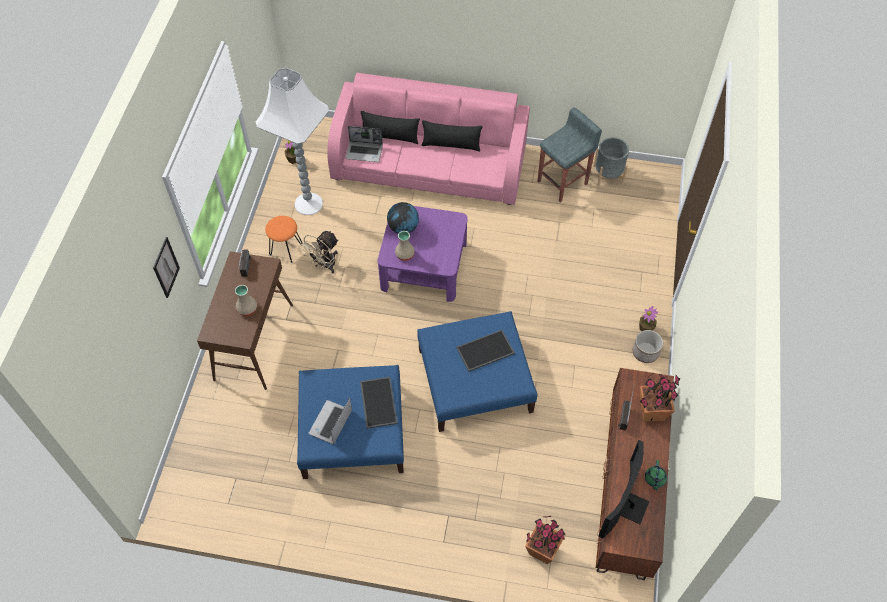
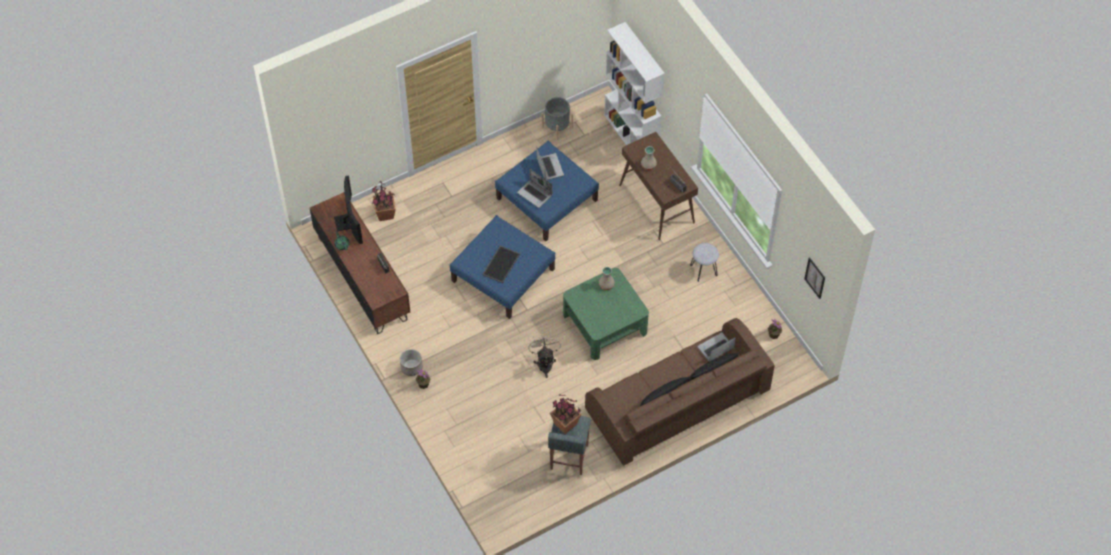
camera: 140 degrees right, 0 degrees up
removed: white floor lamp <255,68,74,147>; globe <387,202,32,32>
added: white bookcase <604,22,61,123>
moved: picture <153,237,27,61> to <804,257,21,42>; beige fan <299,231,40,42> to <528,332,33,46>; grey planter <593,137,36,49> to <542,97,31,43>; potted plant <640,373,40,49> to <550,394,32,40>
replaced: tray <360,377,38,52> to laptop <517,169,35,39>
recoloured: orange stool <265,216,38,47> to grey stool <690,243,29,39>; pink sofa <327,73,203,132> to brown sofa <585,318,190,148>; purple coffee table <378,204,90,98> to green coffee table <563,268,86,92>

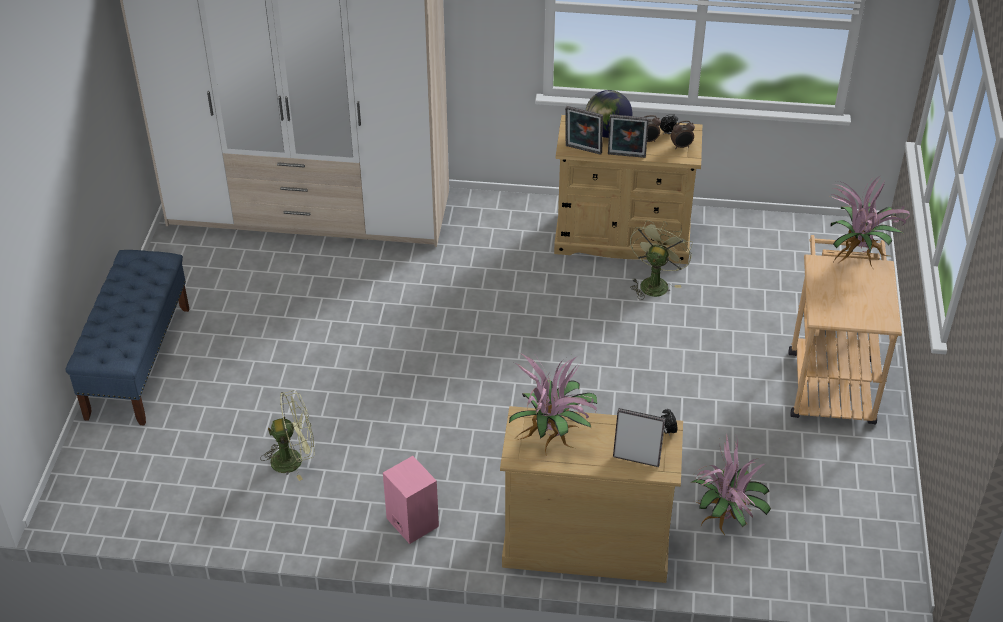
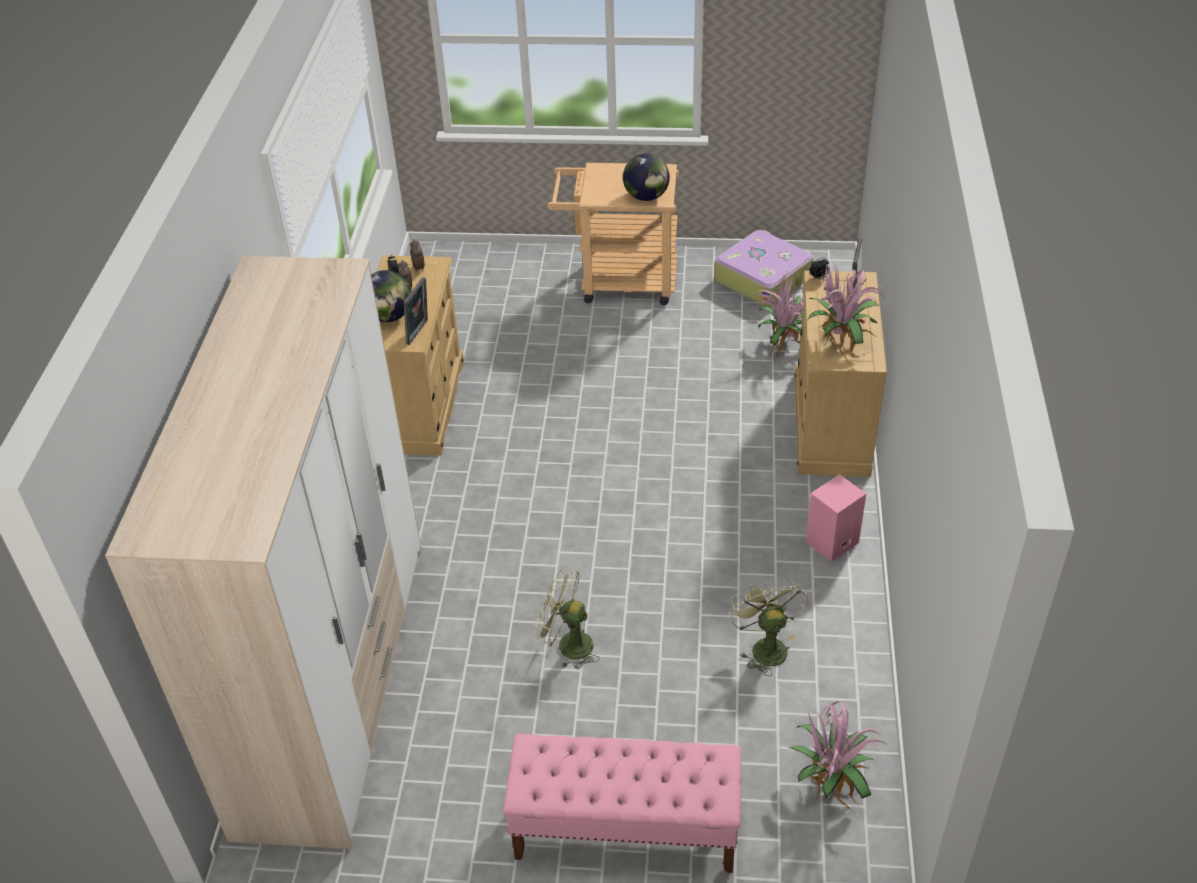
camera: 90 degrees left, 0 degrees up
removed: picture frame <608,114,41,44>
added: globe <623,153,47,48>; suitcase <714,230,99,77>
moved: green fan <630,220,63,80> to <535,569,65,101>; potted plant <830,176,80,91> to <789,702,97,109>
recoloured: blue bench <66,250,123,176> to pink bench <503,734,238,139>

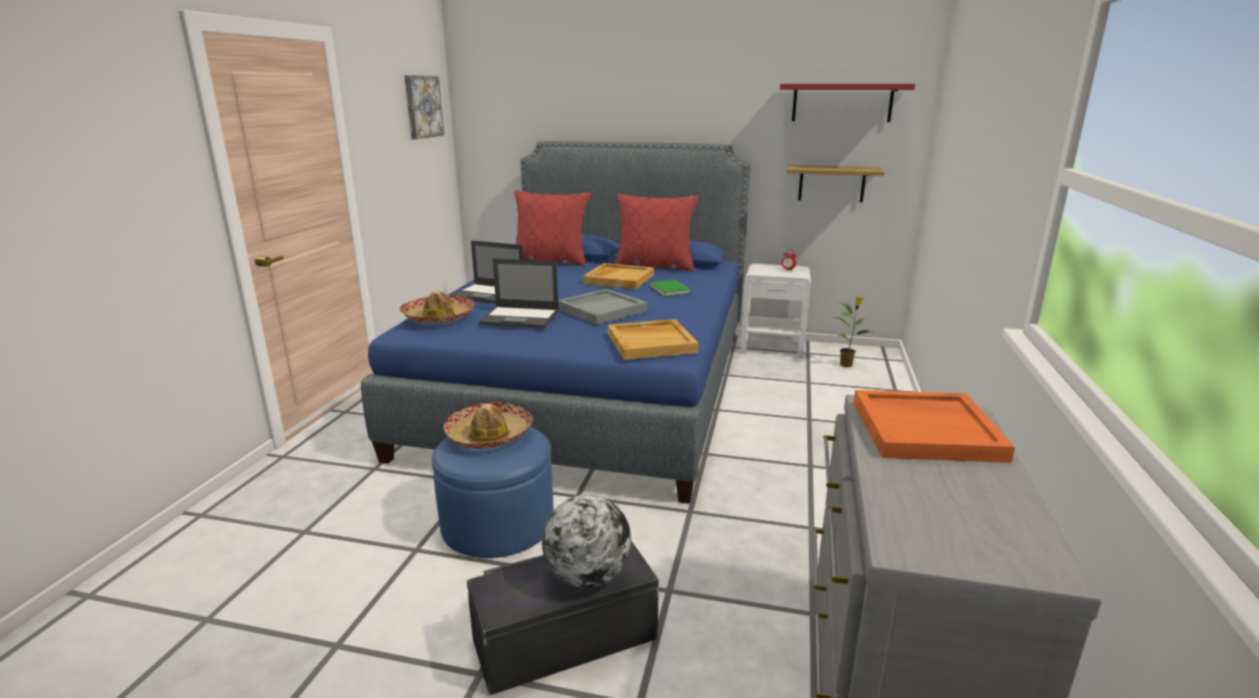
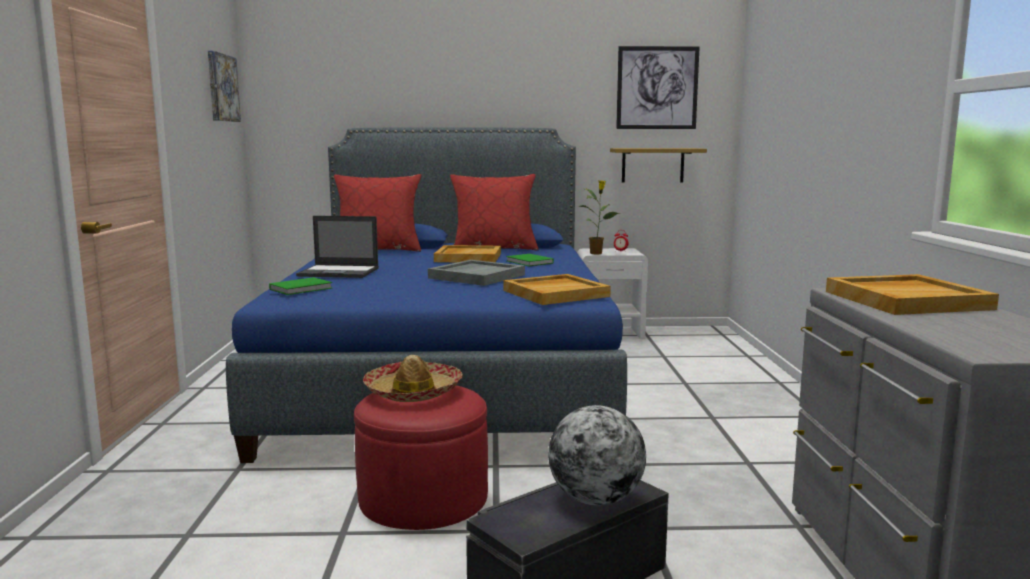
camera: 15 degrees left, 10 degrees down
removed: laptop <479,258,80,71>
moved: potted plant <834,296,41,71> to <578,180,43,74>
replaced: hat <400,290,75,34> to green book <269,277,63,18>; red shelf <780,84,135,38> to picture <616,46,84,83>
recoloured: blue ottoman <432,427,122,131> to red ottoman <354,385,134,145>; orange tray <854,390,161,73> to beige tray <826,274,173,41>

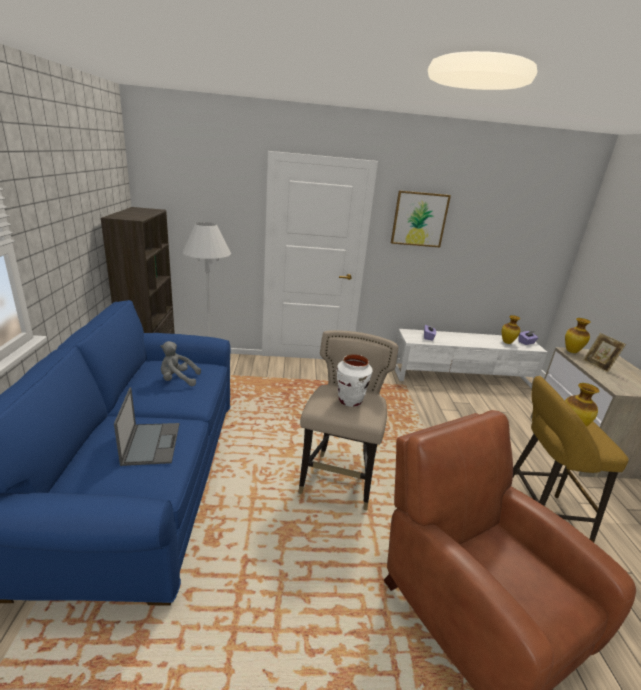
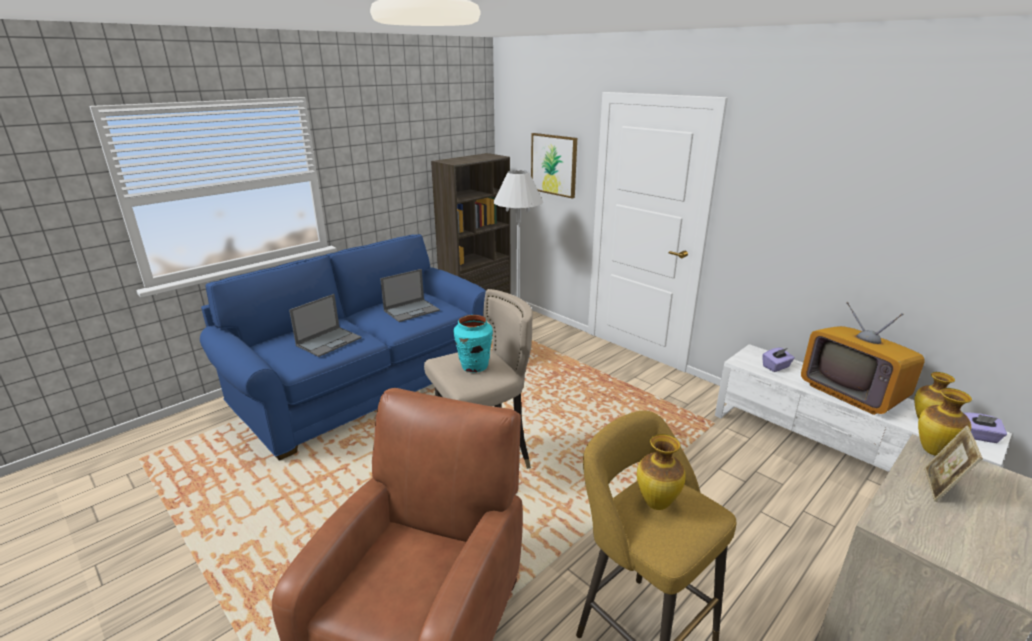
camera: 50 degrees right, 0 degrees up
added: television <801,302,124,113>
moved: picture <391,190,60,57> to <531,133,46,65>
replaced: grey plush toy <160,341,41,45> to laptop <380,269,60,53>
recoloured: white vase <337,354,36,53> to turquoise vase <453,315,40,58>

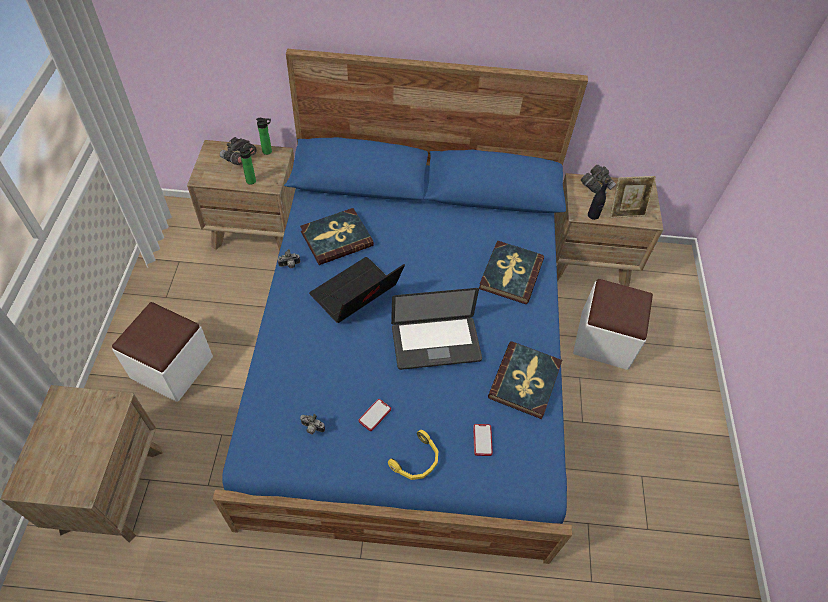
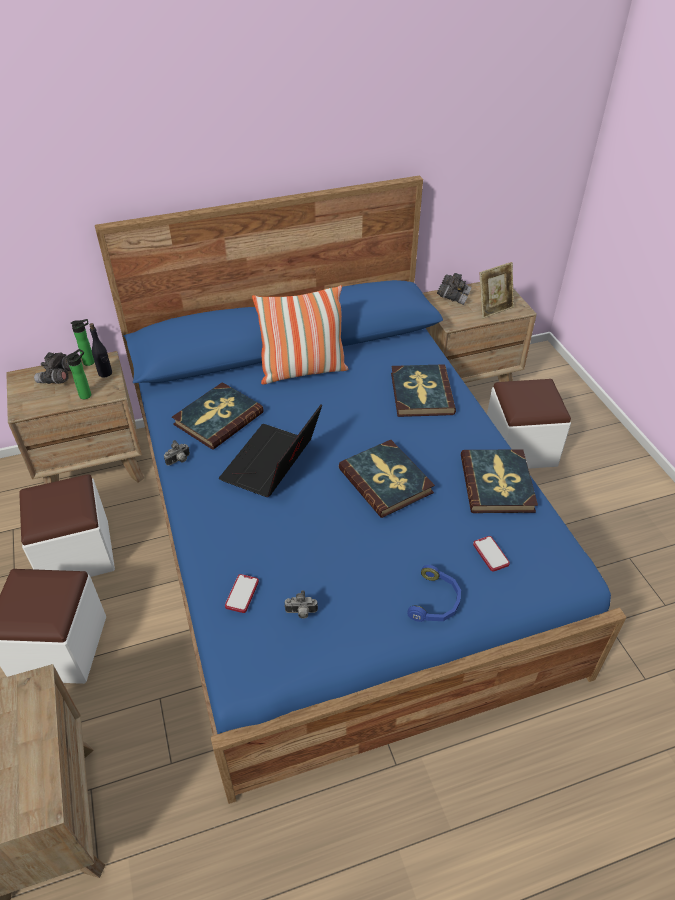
camera: 20 degrees left, 10 degrees down
added: white ottoman <19,474,96,103>; pillow <252,285,96,99>
moved: phone <359,399,32,32> to <225,574,34,39>; black bottle <588,178,21,42> to <89,323,23,54>
replaced: laptop <391,288,91,82> to book <339,440,96,78>
recoloured: yellow headphones <388,430,50,50> to blue headphones <407,565,54,57>

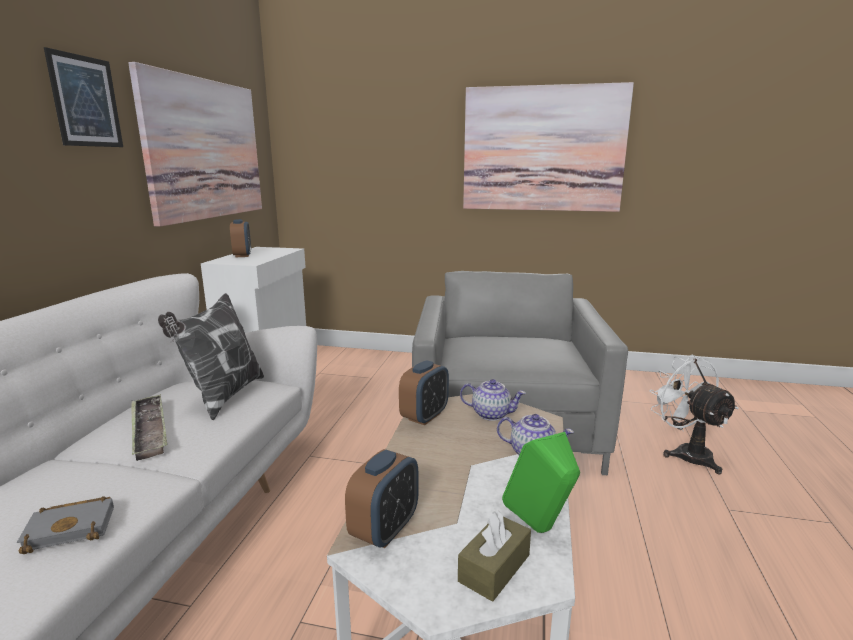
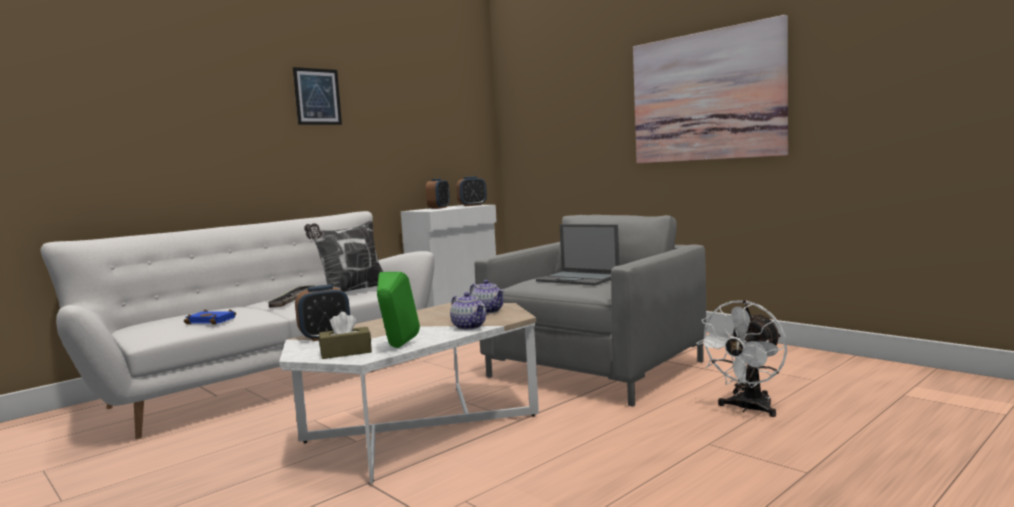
camera: 35 degrees right, 10 degrees down
removed: picture <128,62,134,165>
added: laptop <536,224,83,62>
moved: alarm clock <399,360,50,65> to <456,176,31,30>
recoloured: grey book <17,497,97,57> to blue book <184,309,52,16>
turned: white fan <649,355,90,120> = <696,300,91,117> 150 degrees counterclockwise

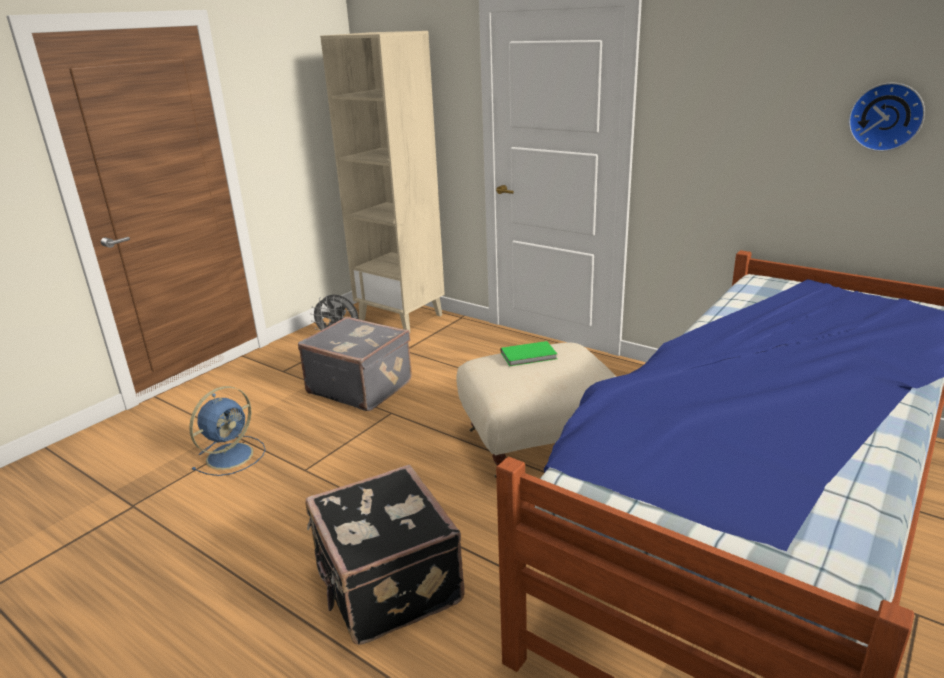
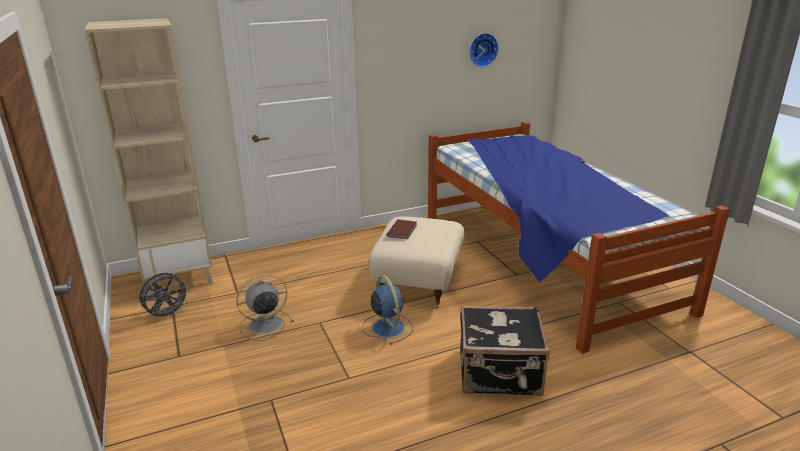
camera: 60 degrees left, 0 degrees up
moved: blue fan <189,386,77,90> to <362,275,51,70>
replaced: grey suitcase <298,316,114,95> to grey fan <236,274,58,67>
recoloured: green book <500,341,57,25> to brown book <387,219,30,20>

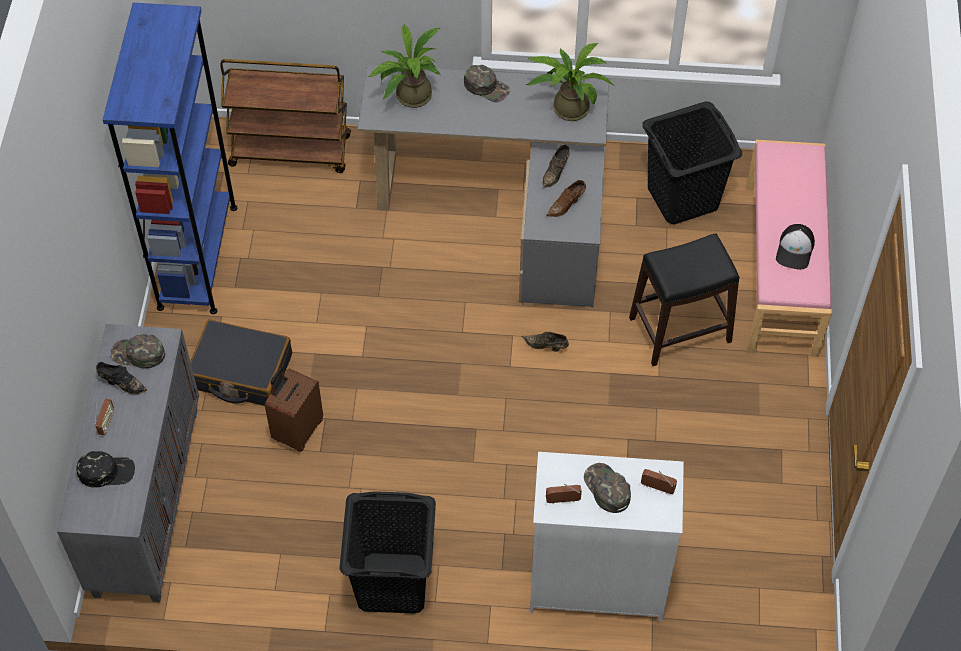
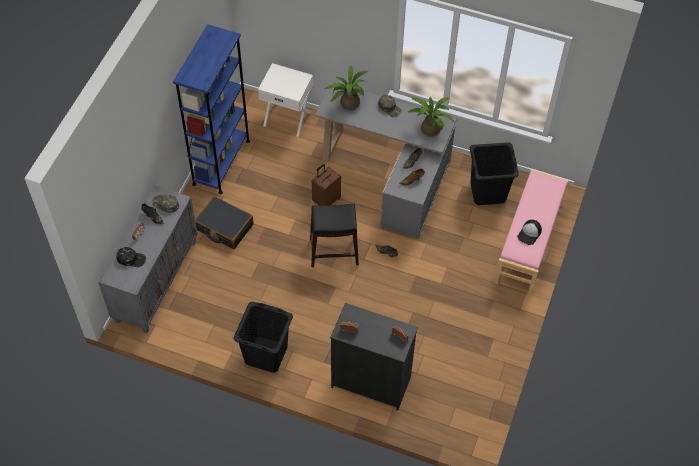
camera: 15 degrees right, 0 degrees up
removed: green cap <584,463,47,50>
moved: brown suitcase <265,367,58,85> to <312,164,29,42>; black stool <629,234,111,132> to <310,204,49,63>
replaced: brown cart <220,59,131,114> to white nightstand <258,63,55,74>
recoloured: white dresser <530,452,154,170> to black dresser <330,303,88,108>

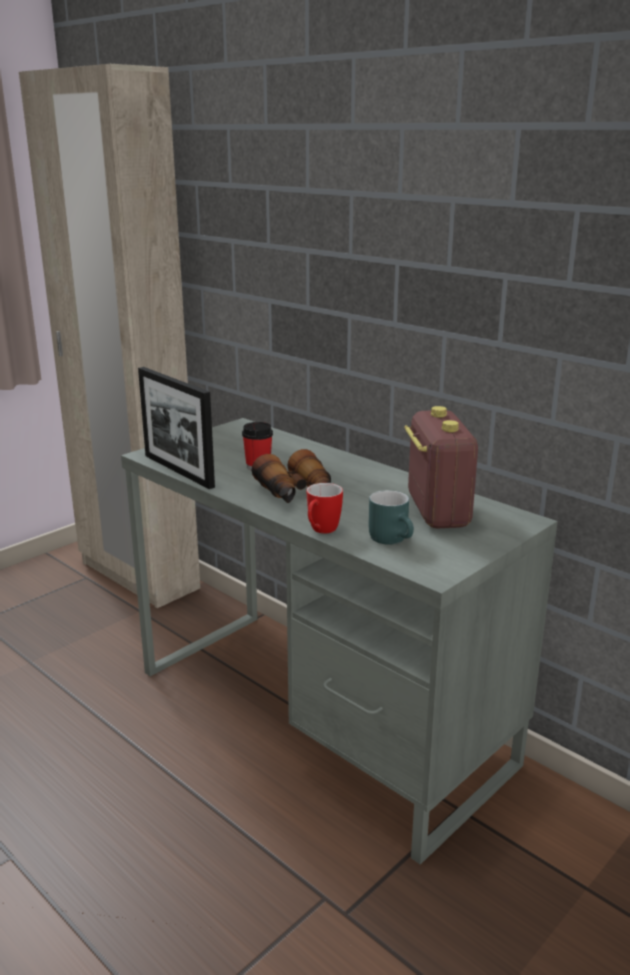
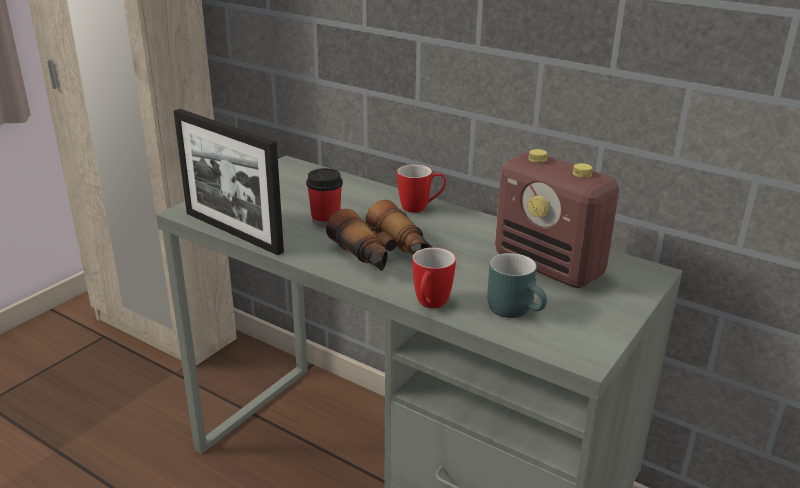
camera: 10 degrees left, 5 degrees up
added: mug <397,164,49,49>
turned: radio <404,406,74,123> = <495,149,124,139> 150 degrees clockwise

